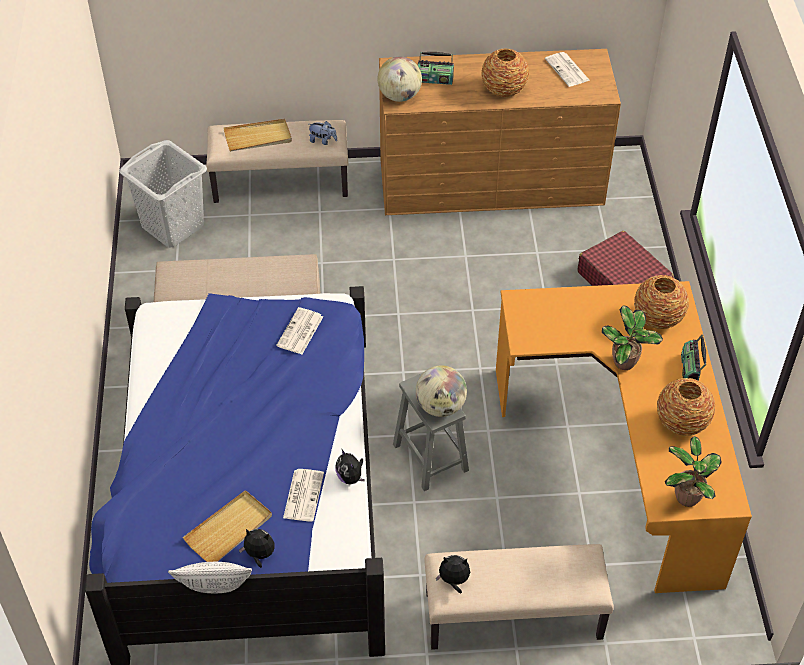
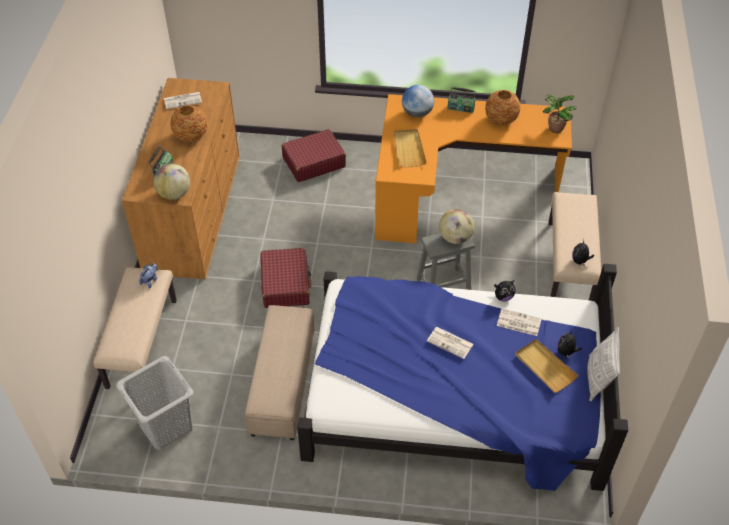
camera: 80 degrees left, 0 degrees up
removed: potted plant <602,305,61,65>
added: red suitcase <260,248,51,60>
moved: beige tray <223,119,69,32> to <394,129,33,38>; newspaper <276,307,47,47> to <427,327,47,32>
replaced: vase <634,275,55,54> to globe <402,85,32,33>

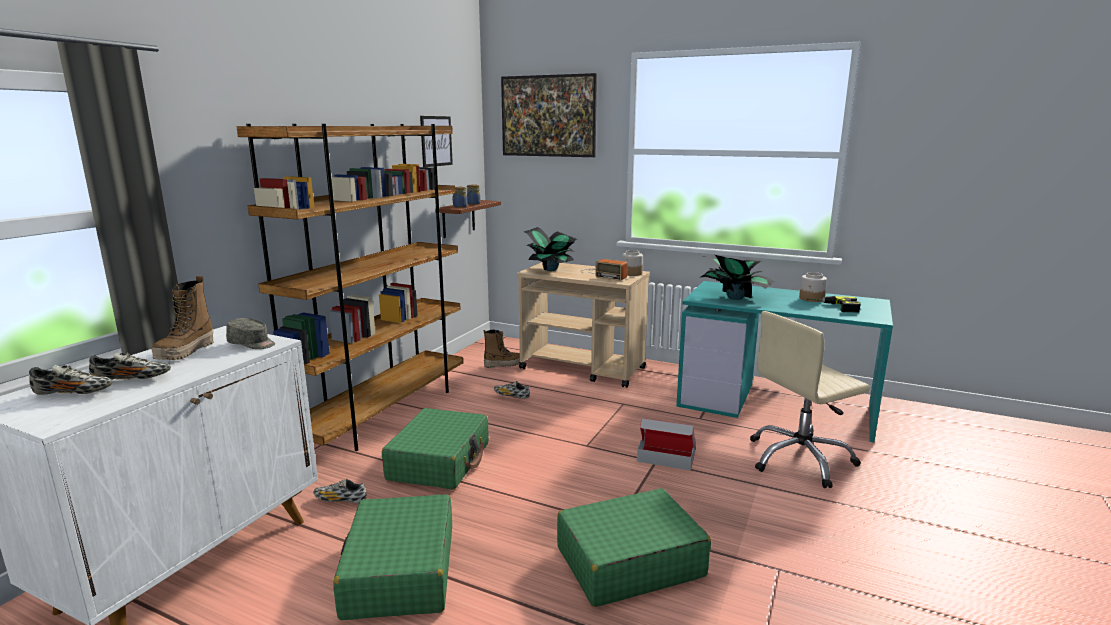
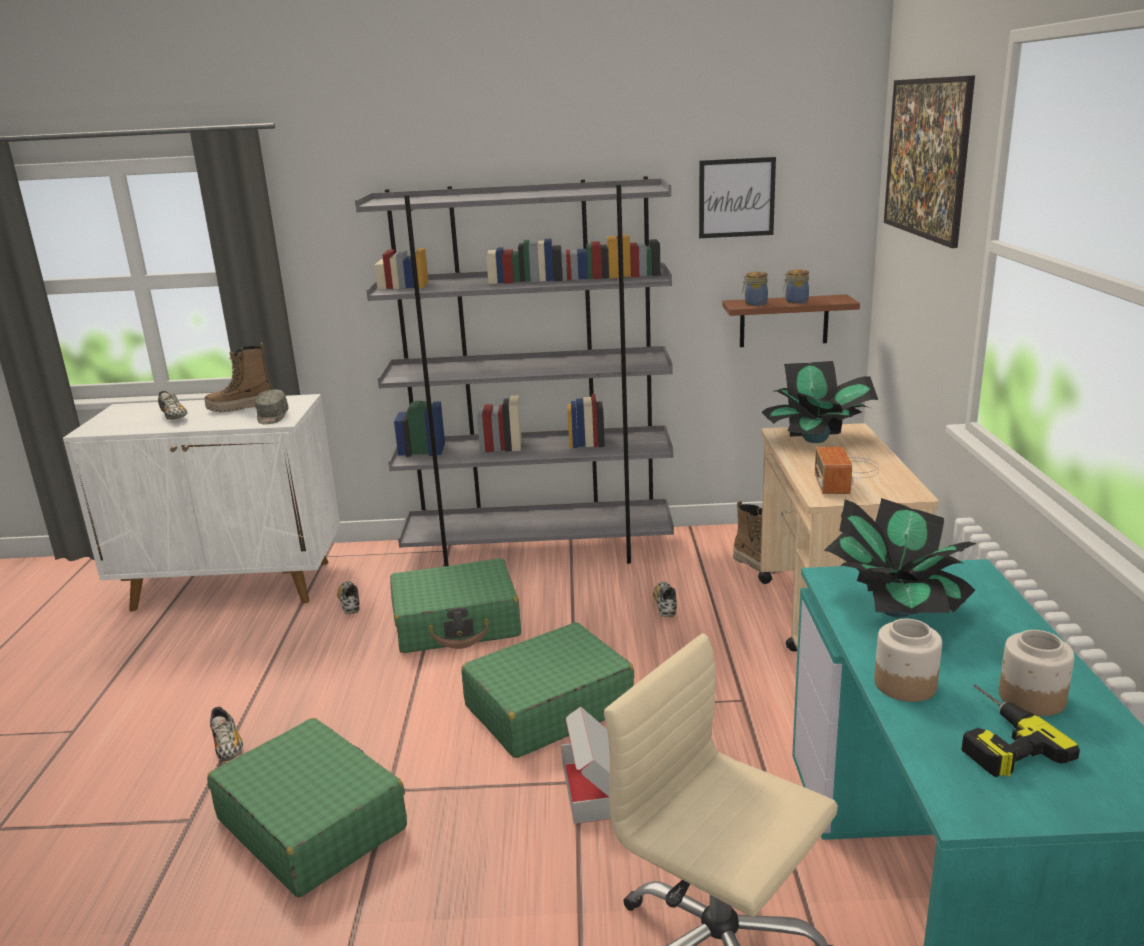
camera: 65 degrees right, 5 degrees up
moved: shoe <29,365,83,30> to <210,707,33,54>; green suitcase <334,494,118,126> to <461,622,174,136>; jar <622,250,21,26> to <874,619,68,83>
recoloured: brown bookcase <237,124,226,327> to grey bookcase <355,176,319,391>

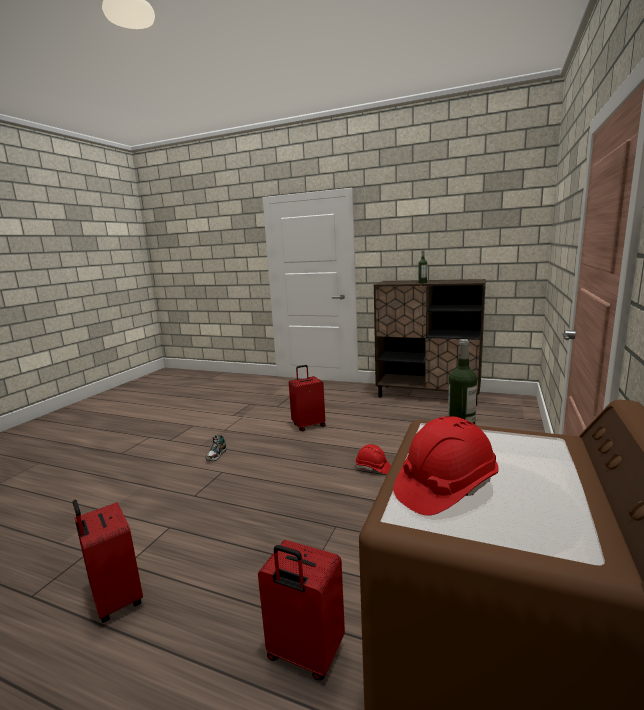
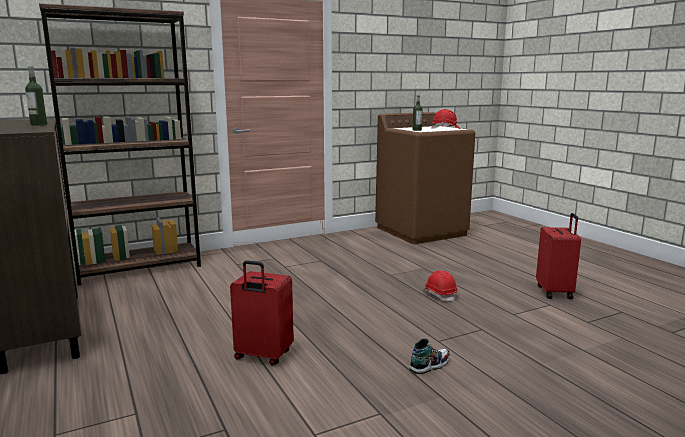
camera: 140 degrees left, 0 degrees up
removed: red suitcase <258,540,87,140>
added: brown bookcase <39,3,162,282>
moved: red hard hat <355,444,36,30> to <423,270,35,32>

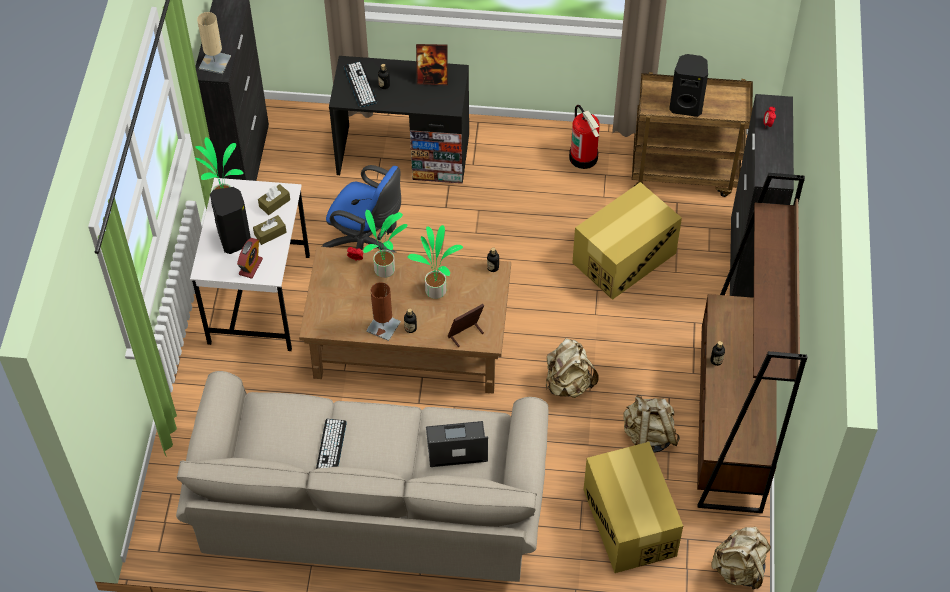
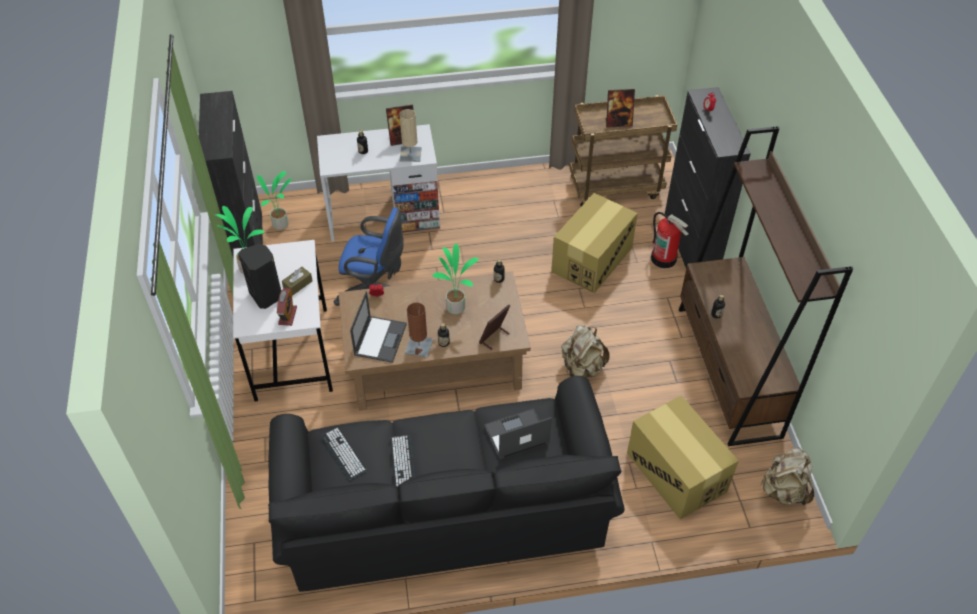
camera: 15 degrees left, 5 degrees down
removed: brown tissue box <258,184,32,31>; beige backpack <623,395,57,57>
added: laptop <350,291,57,72>
moved: beige table lamp <197,12,34,62> to <399,109,22,53>; keyboard <344,62,33,45> to <322,427,45,53>; potted plant <363,210,45,68> to <257,171,35,59>; fire extinguisher <569,105,31,64> to <651,212,38,56>
replaced: black speaker <669,54,39,63> to picture frame <606,89,29,39>
recoloured: beige sofa <176,371,373,211> to black sofa <268,376,357,216>; black desk <329,56,140,128> to white desk <317,124,123,118>

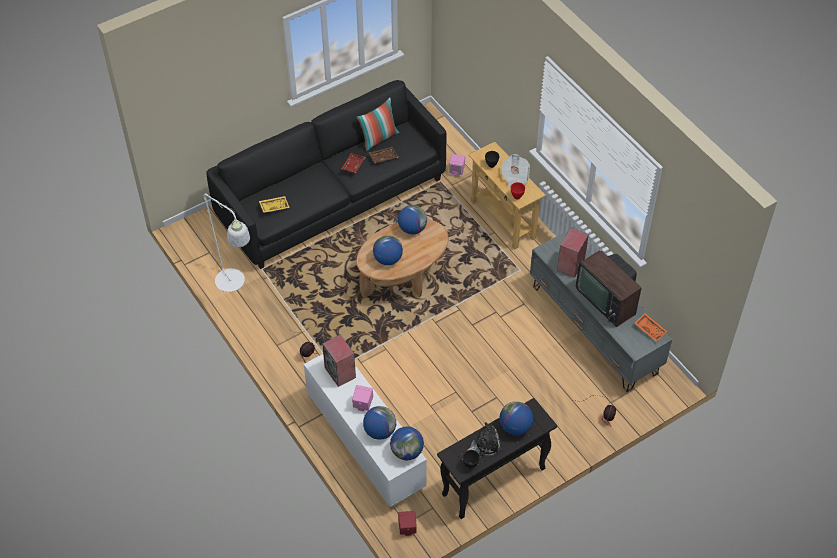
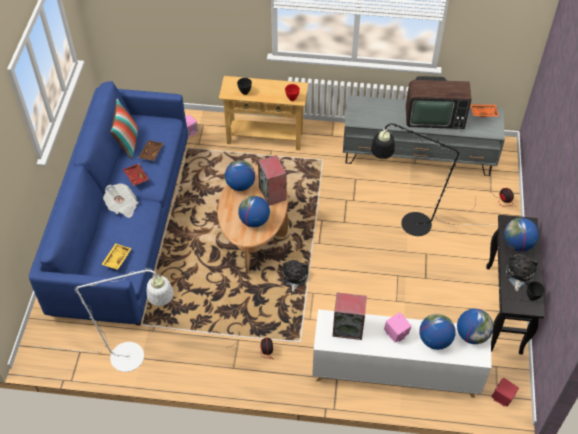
camera: 50 degrees left, 0 degrees up
added: plush toy <283,260,25,32>; black floor lamp <371,123,127,113>
moved: newspaper <501,154,29,35> to <103,183,36,35>; speaker <557,228,32,50> to <258,155,29,51>
recoloured: black sofa <206,80,240,189> to blue sofa <29,81,159,244>

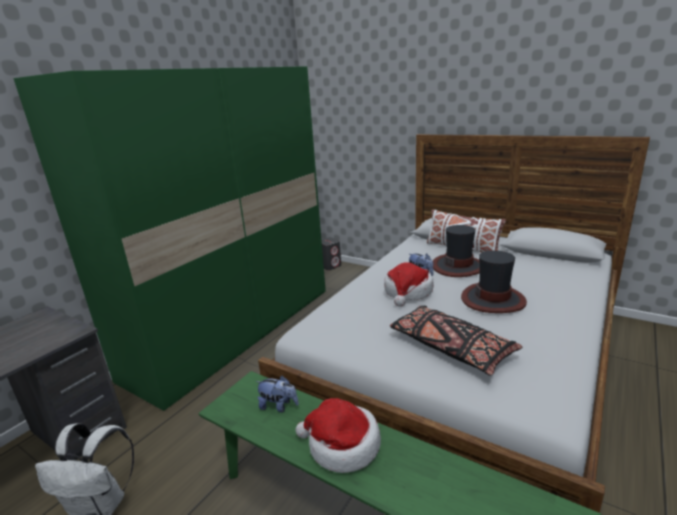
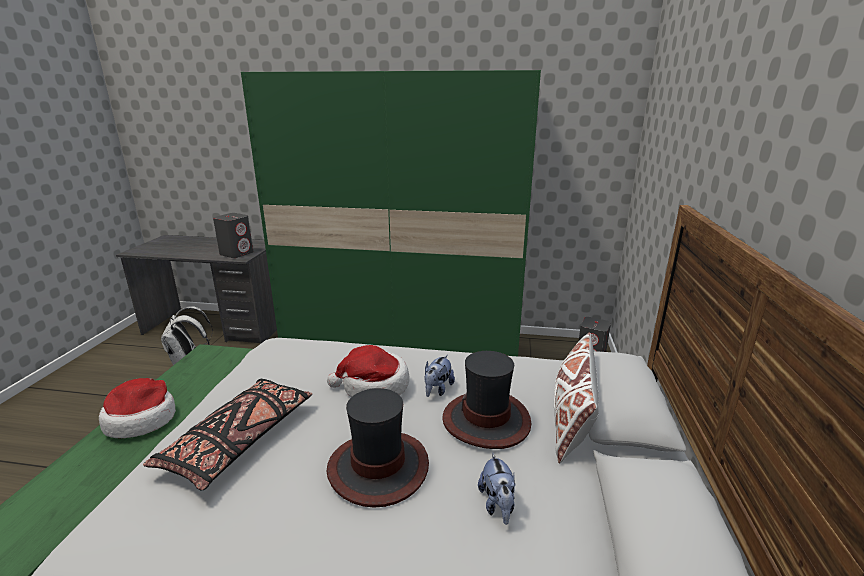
camera: 65 degrees right, 0 degrees up
added: grey speaker <213,213,40,45>
moved: plush toy <255,376,44,36> to <478,452,38,73>

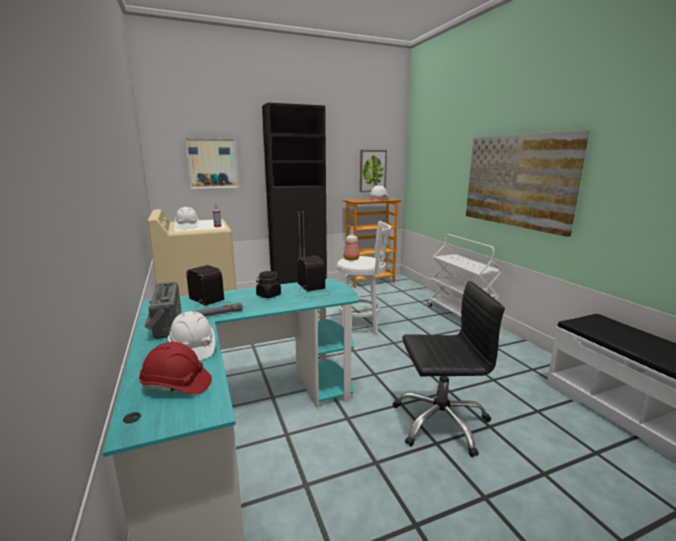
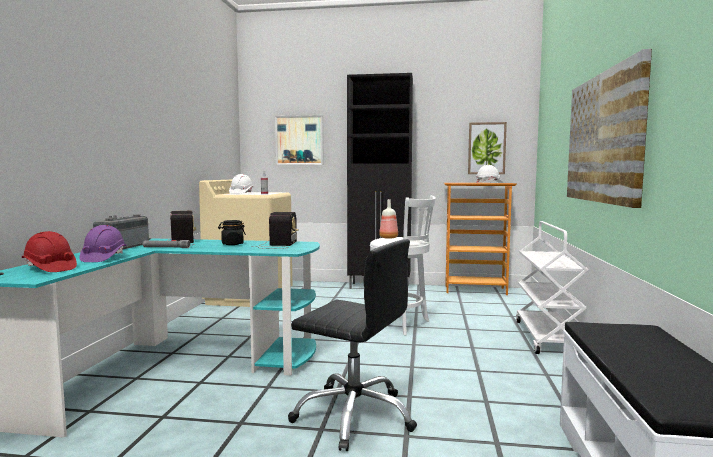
camera: 30 degrees right, 10 degrees down
recoloured: white hard hat <168,311,47,50> to purple hard hat <80,225,46,37>

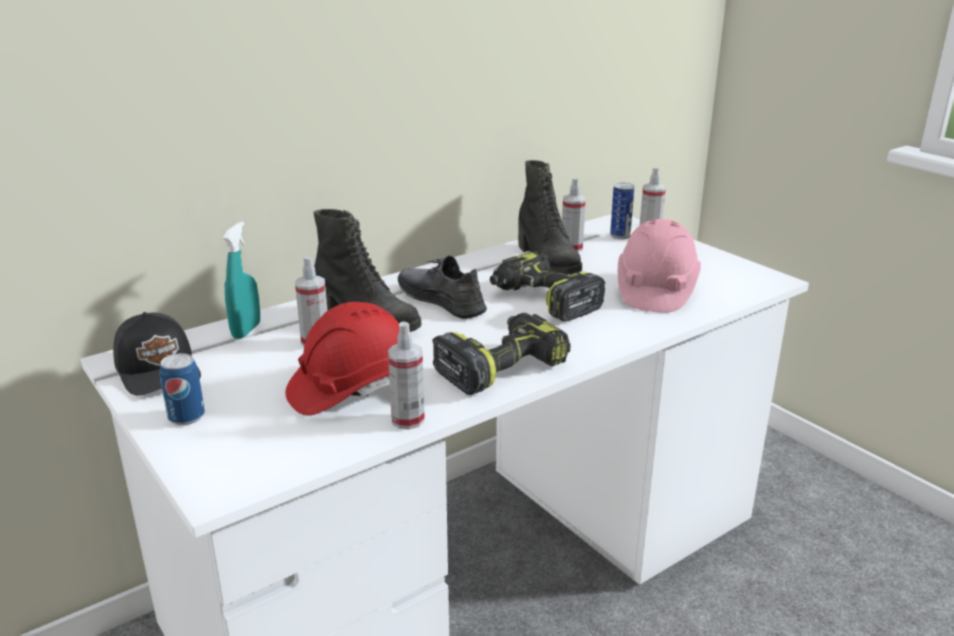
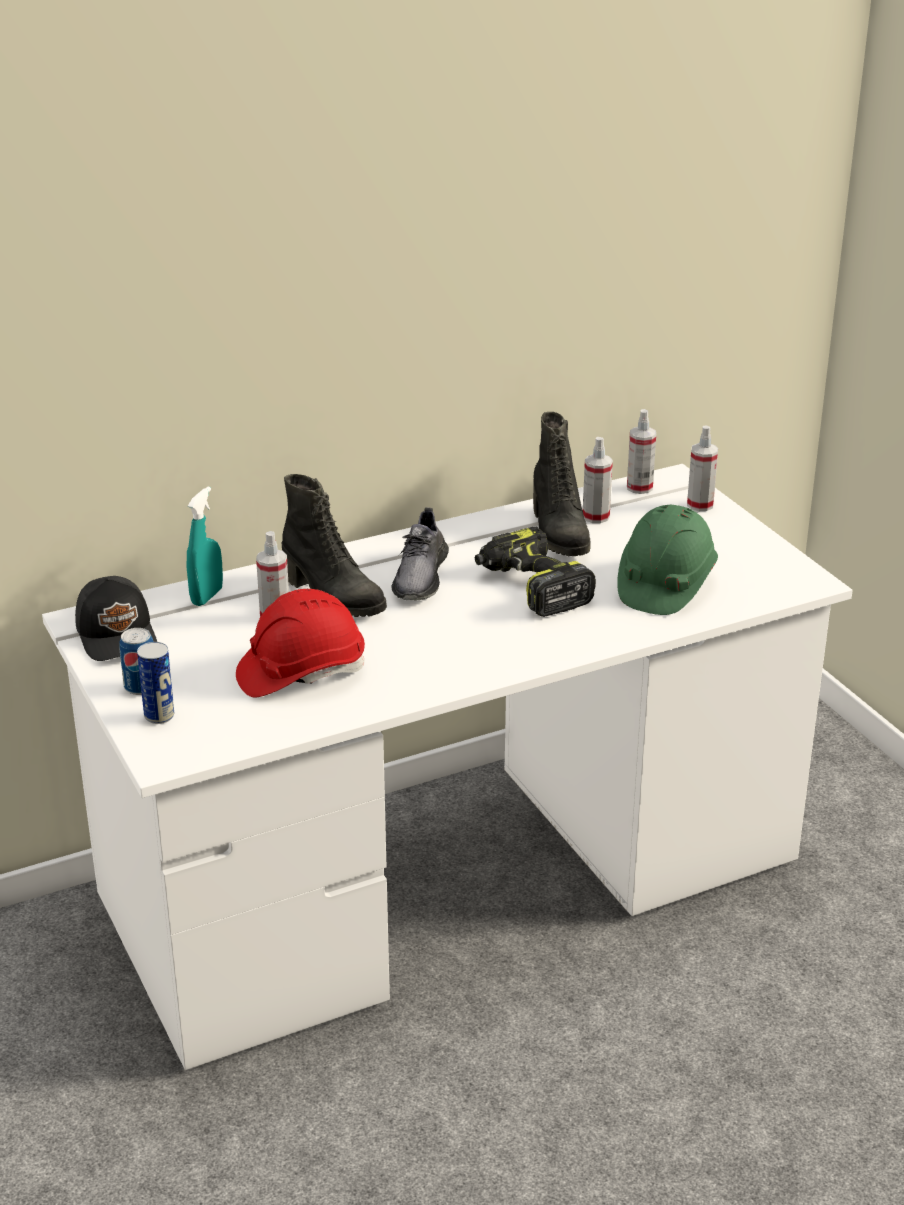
camera: 10 degrees right, 5 degrees up
removed: power drill <432,313,139,82>
moved: spray bottle <388,321,37,109> to <627,409,29,85>; can <610,183,25,57> to <137,642,37,82>
recoloured: pink hard hat <618,219,83,94> to green hard hat <617,505,101,110>
turned: grey shoe <398,255,89,64> = <392,507,57,93> 135 degrees counterclockwise

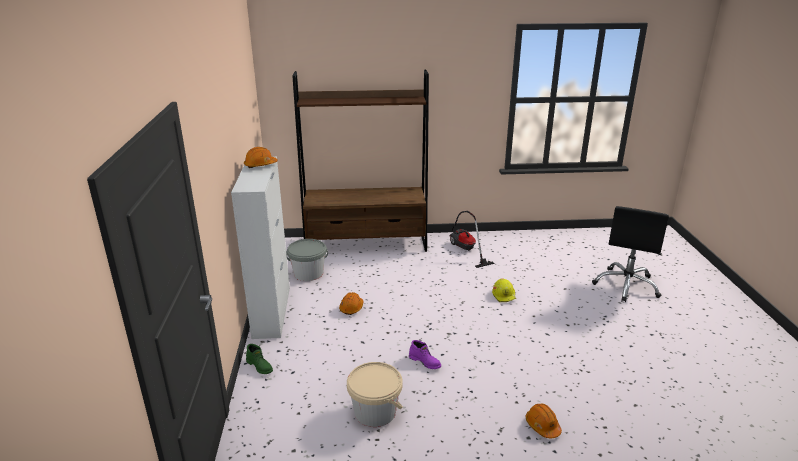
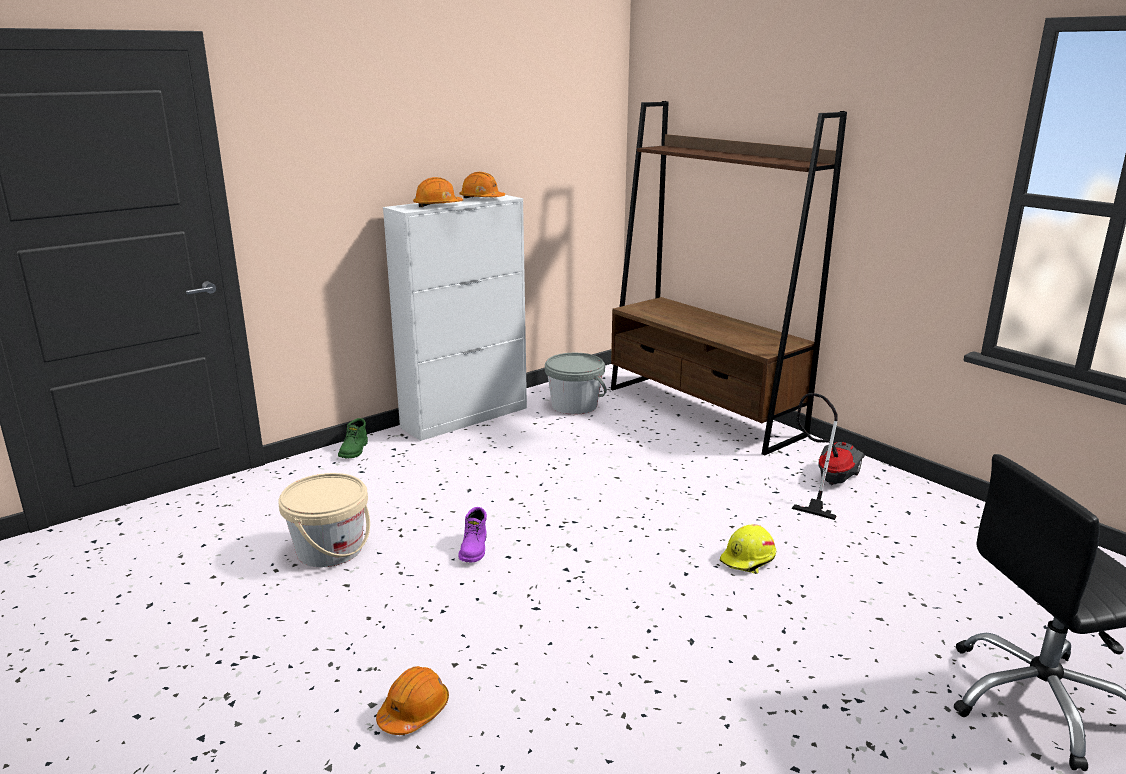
camera: 55 degrees right, 5 degrees down
moved: orange hard hat <339,292,25,23> to <413,177,50,30>

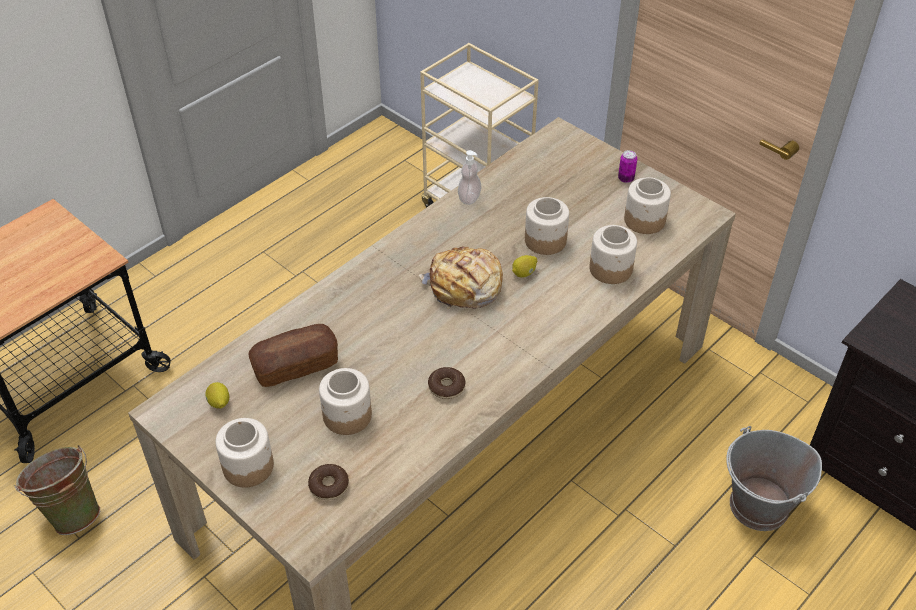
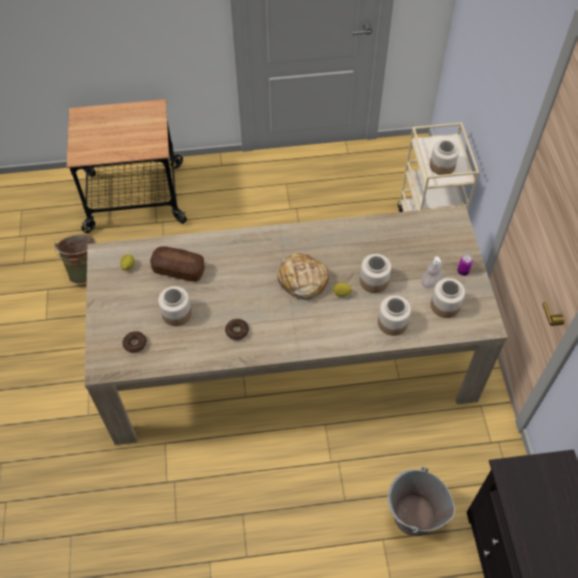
camera: 40 degrees right, 10 degrees up
moved: jar <215,418,59,70> to <430,140,29,35>; soap dispenser <458,150,23,55> to <421,257,22,31>

